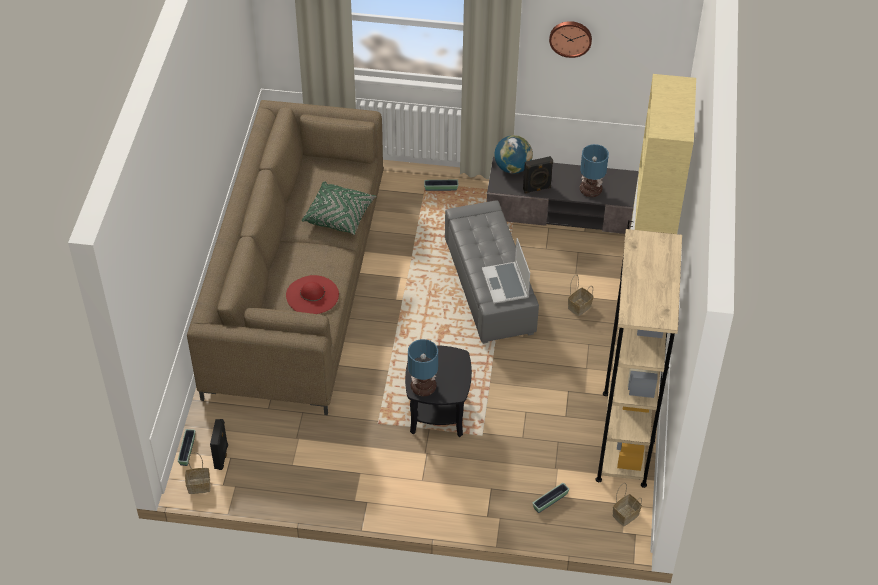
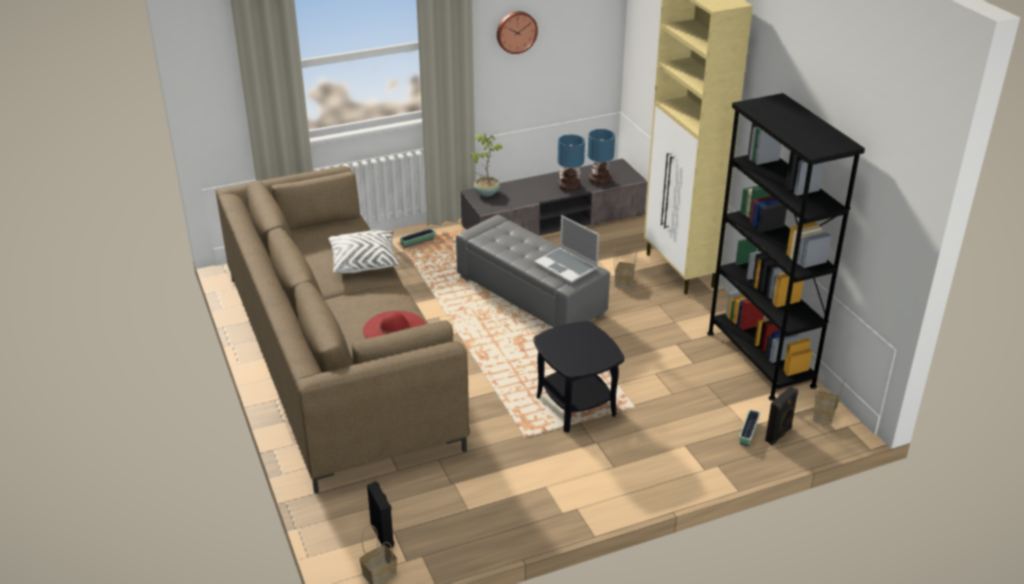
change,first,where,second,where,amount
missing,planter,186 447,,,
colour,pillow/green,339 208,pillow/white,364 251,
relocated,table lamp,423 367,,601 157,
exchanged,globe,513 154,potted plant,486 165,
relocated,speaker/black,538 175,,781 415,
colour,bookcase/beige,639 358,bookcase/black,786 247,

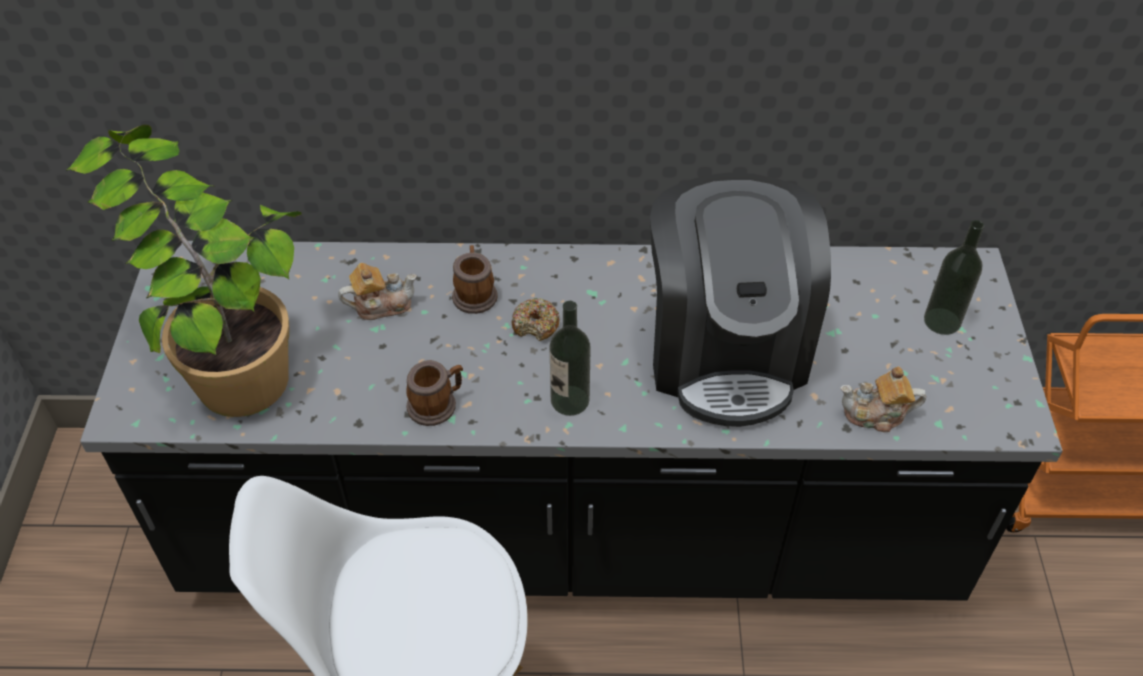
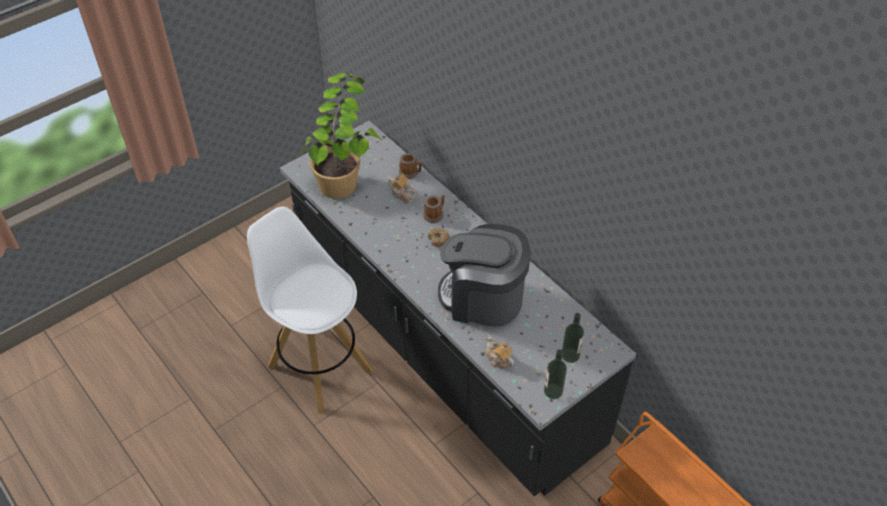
change,first,where,second,where,amount
relocated,mug,434 393,,410 166,
relocated,bottle,570 358,,555 374,
spun,coffee machine,740 300,,484 275,60 degrees clockwise

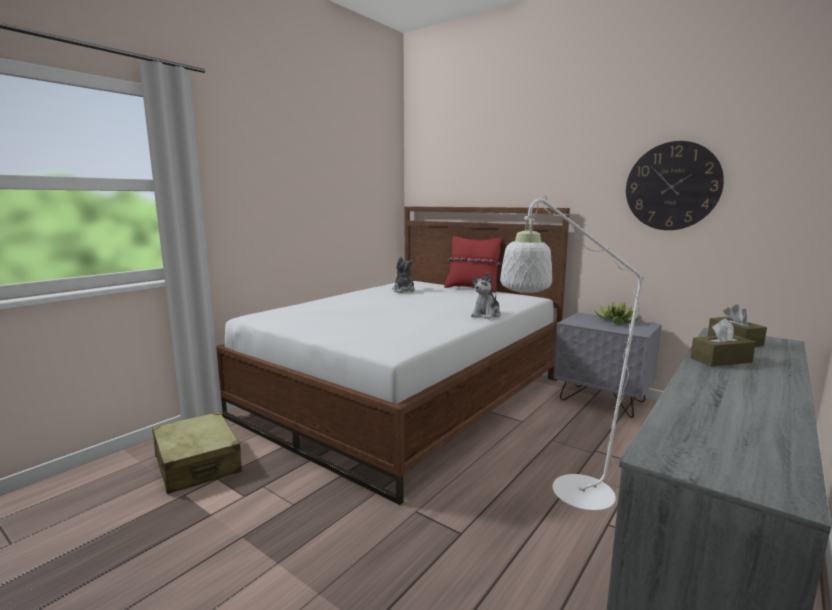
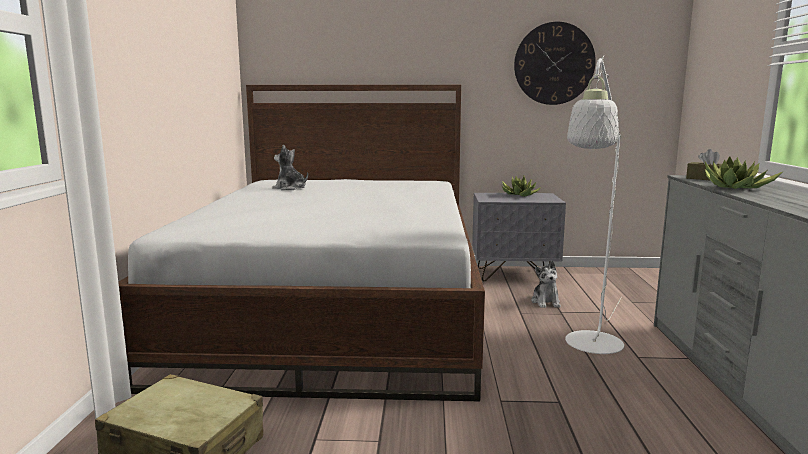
change,first,where,second,where,amount
missing,pillow/red,473 264,,,
relocated,plush toy,486 295,,546 284,
exchanged,tissue box/brown,723 342,potted plant,744 172,

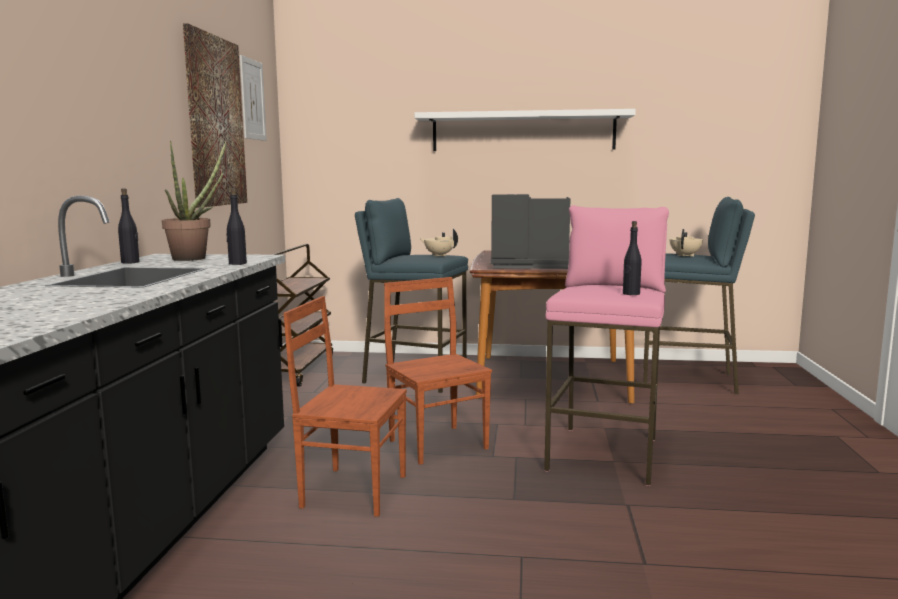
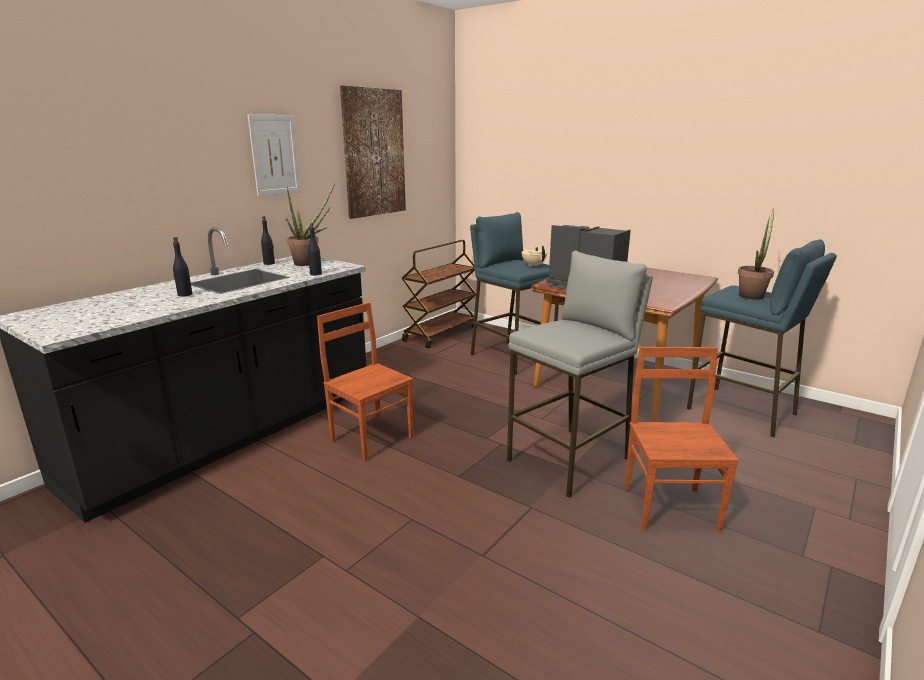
change,first,where,second,where,amount
relocated,picture,253 98,,274 155,
relocated,chair/brown,438 371,,681 439,
missing,shelf/white,525 130,,,
colour,stool/pink,606 345,stool/grey,580 374,
relocated,bottle/black,632 258,,183 267,
exchanged,teapot/beige,686 243,potted plant,756 254,

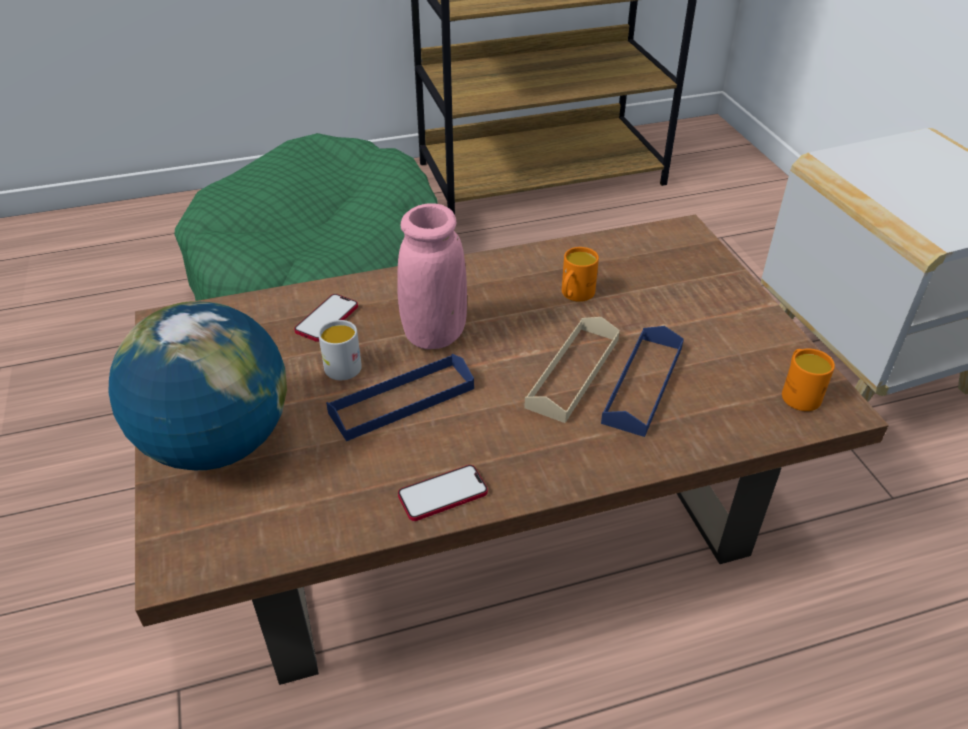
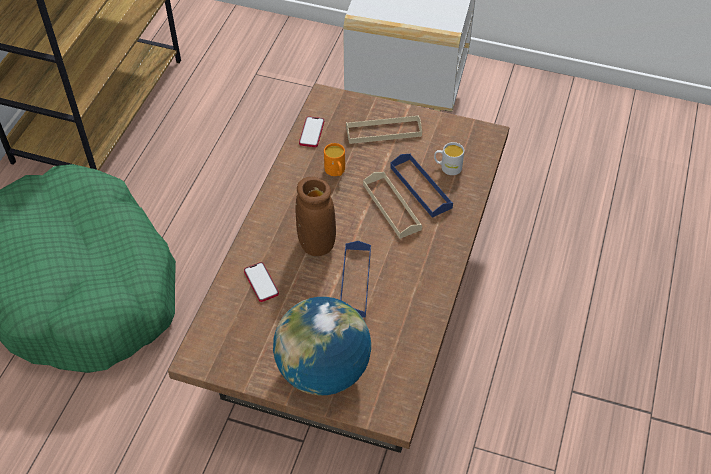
change,first,where,second,where,amount
relocated,mug/white,340 350,,449 158,
colour,vase/pink,432 276,vase/brown,315 216,
relocated,phone,443 493,,311 131,
missing,mug/orange,808 380,,,
appeared,,,tray/beige,384 129,

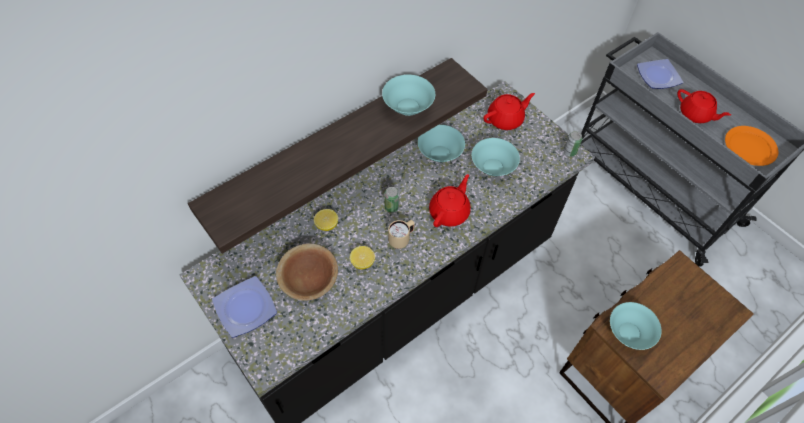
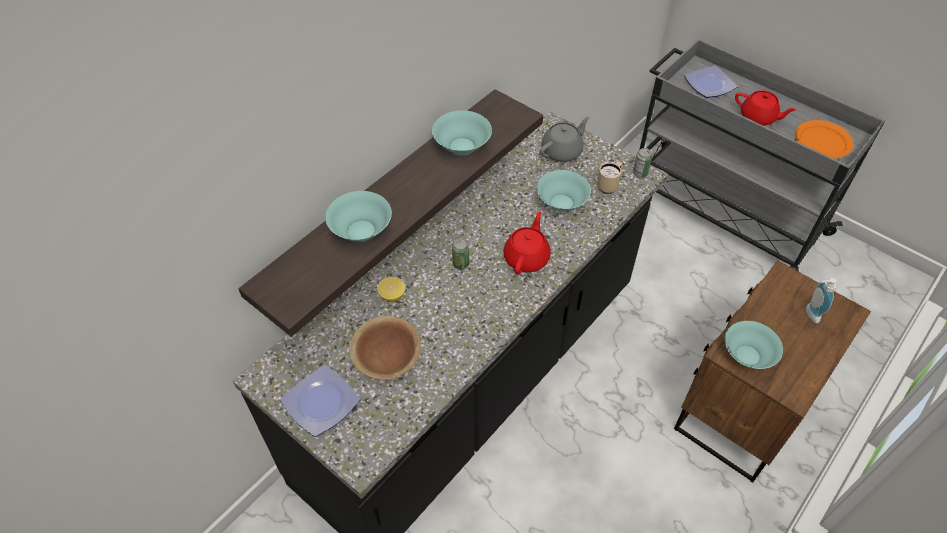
change,first,where,second,where,amount
missing,lemon,362 257,,,
relocated,mug/beige,401 234,,609 177,
relocated,bowl/turquoise,441 143,,358 216,
colour,teapot/red,509 111,teapot/grey,565 139,
appeared,,,soap dispenser,821 300,

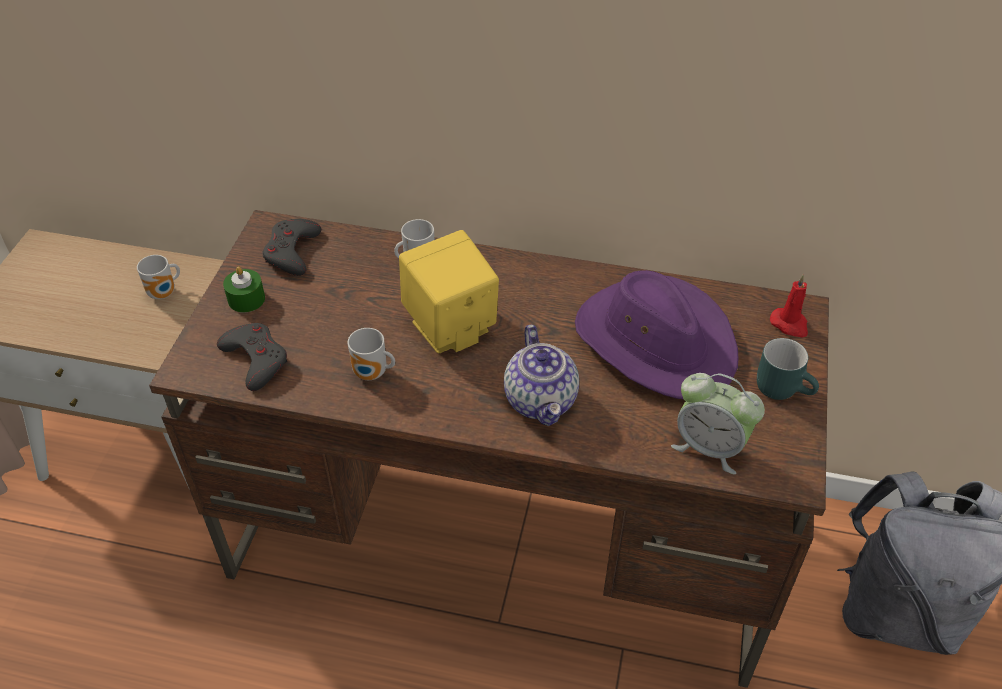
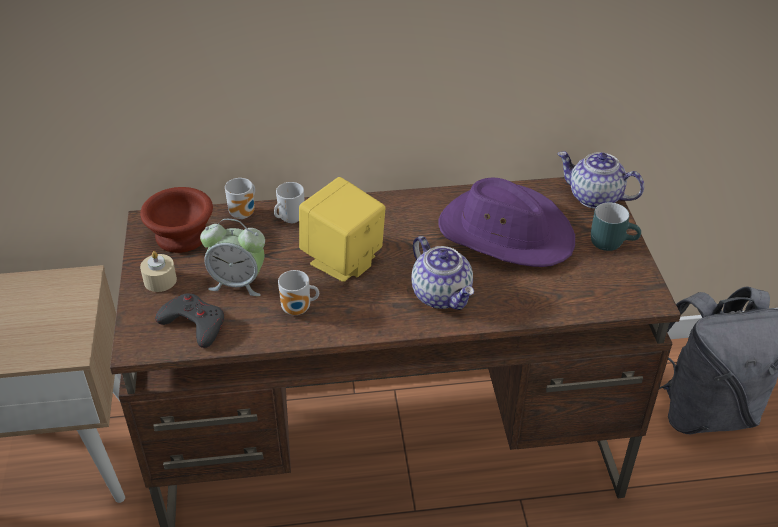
change,first,where,second,where,amount
relocated,mug,158 277,,240 198,
colour,candle/green,244 290,candle/beige,158 271,
exchanged,game controller/grey,291 247,bowl/brown,176 220,
relocated,alarm clock,718 423,,232 257,
exchanged,candle/red,789 305,teapot,600 180,

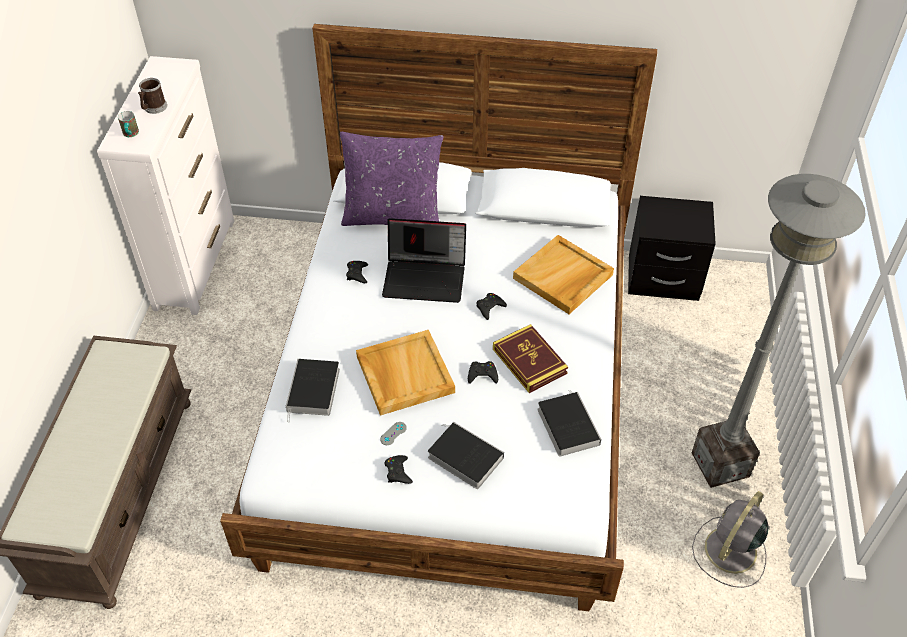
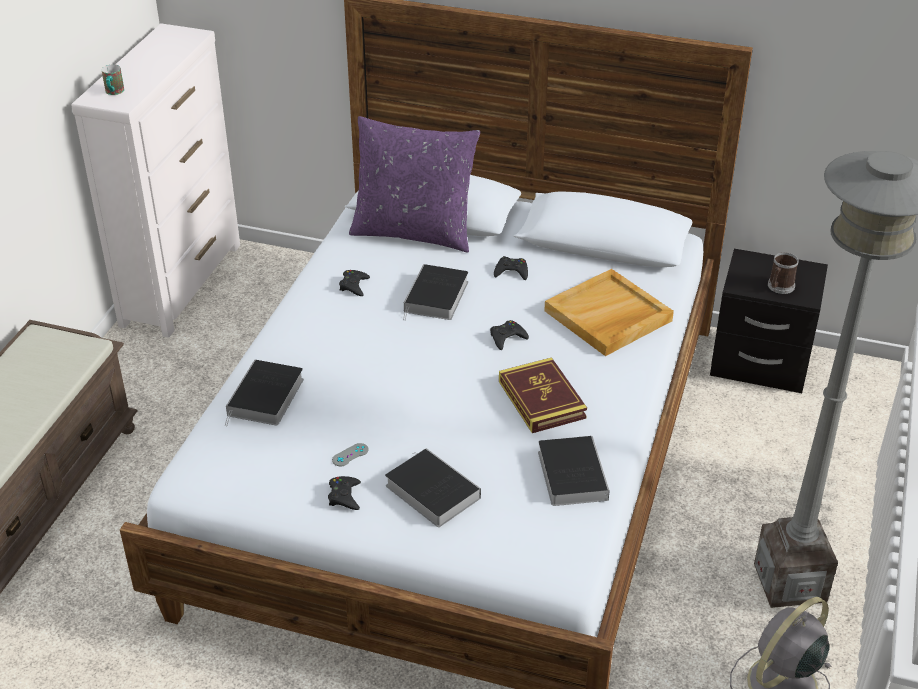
change,first,where,second,where,amount
relocated,mug,152 96,,783 273,
missing,tray/beige,405 373,,,
exchanged,laptop,424 260,book,435 292,
relocated,game controller/black,483 372,,511 268,

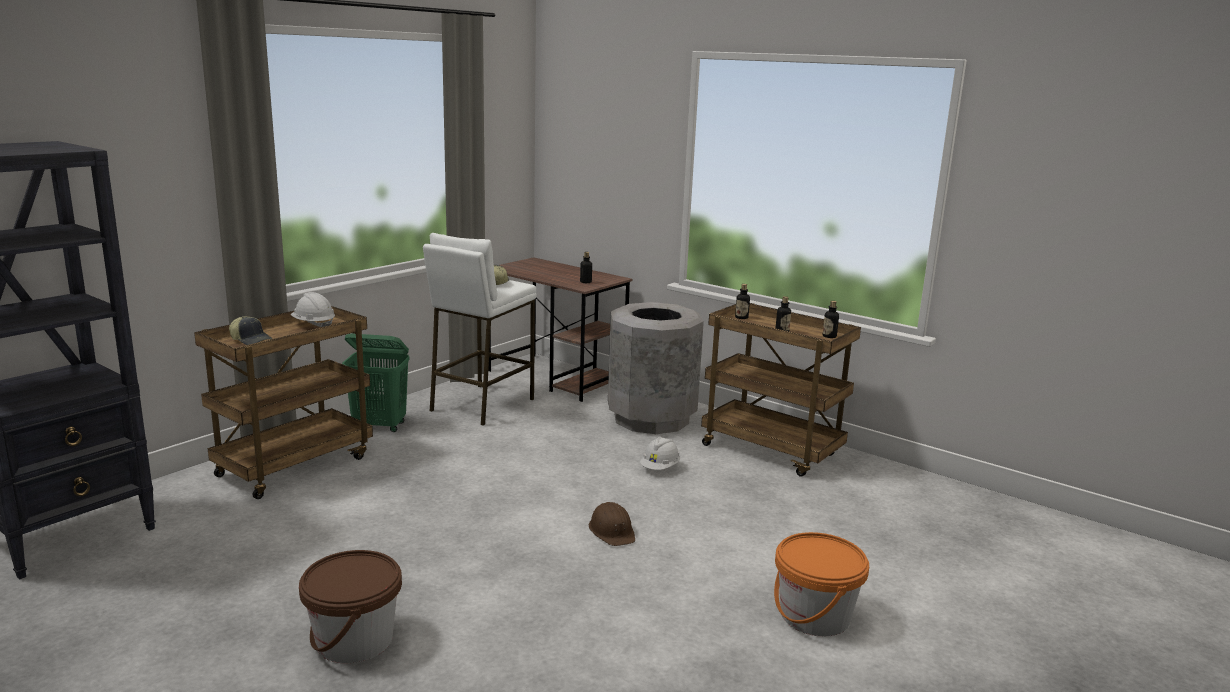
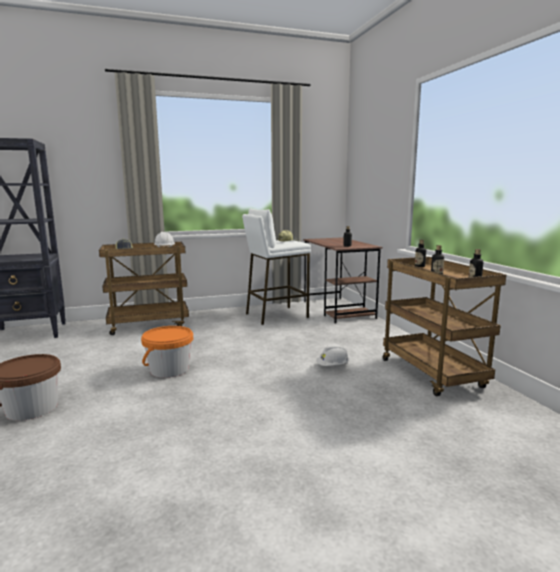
change,first,where,second,where,amount
missing,laundry basket/green,376 382,,,
missing,hard hat/brown,612 524,,,
missing,trash can/grey,656 368,,,
relocated,bucket/orange,821 584,,167 352,

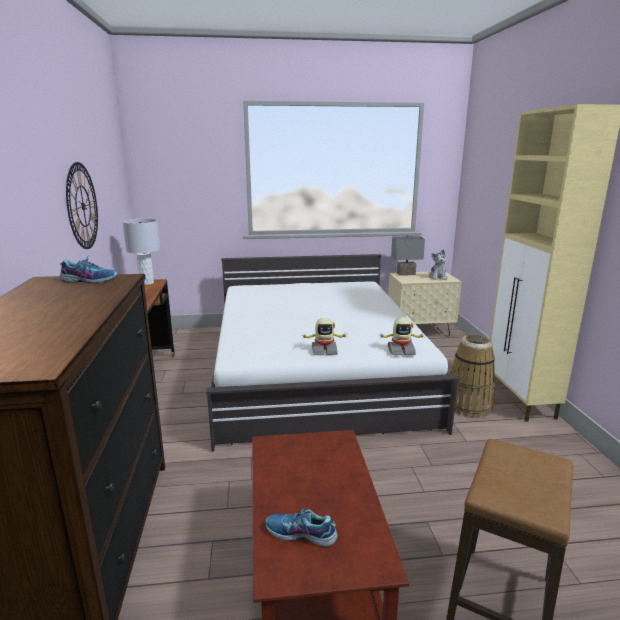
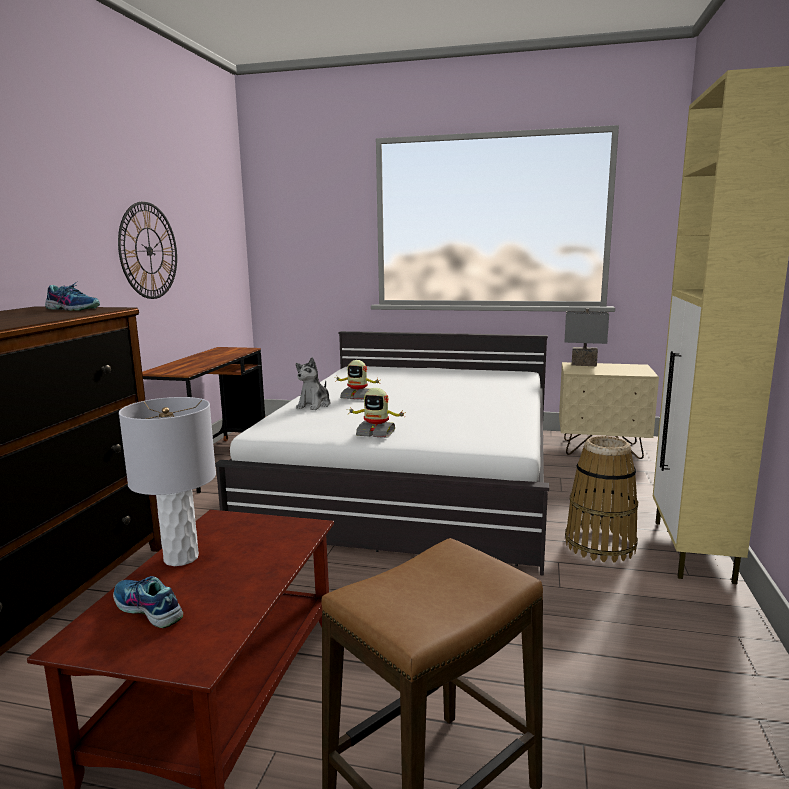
change,first,where,second,where,amount
relocated,table lamp/grey,141 251,,167 481,
relocated,toy robot,402 336,,357 380,
relocated,plush toy,438 265,,313 383,

